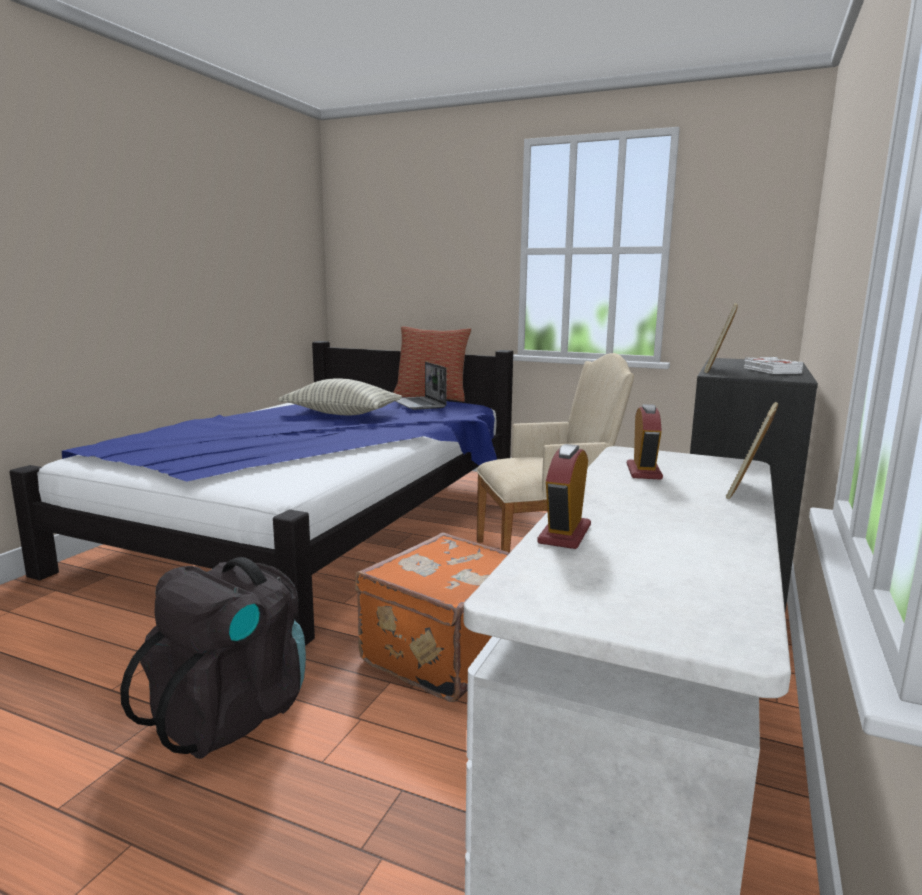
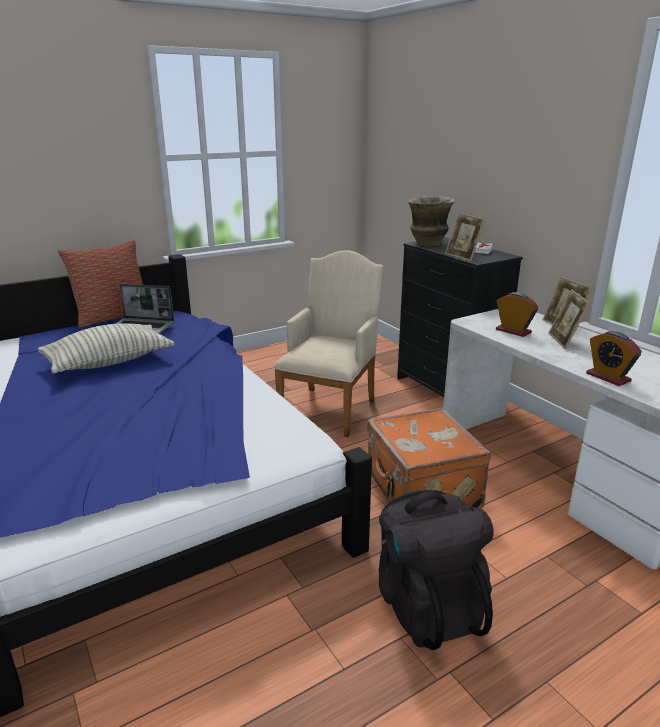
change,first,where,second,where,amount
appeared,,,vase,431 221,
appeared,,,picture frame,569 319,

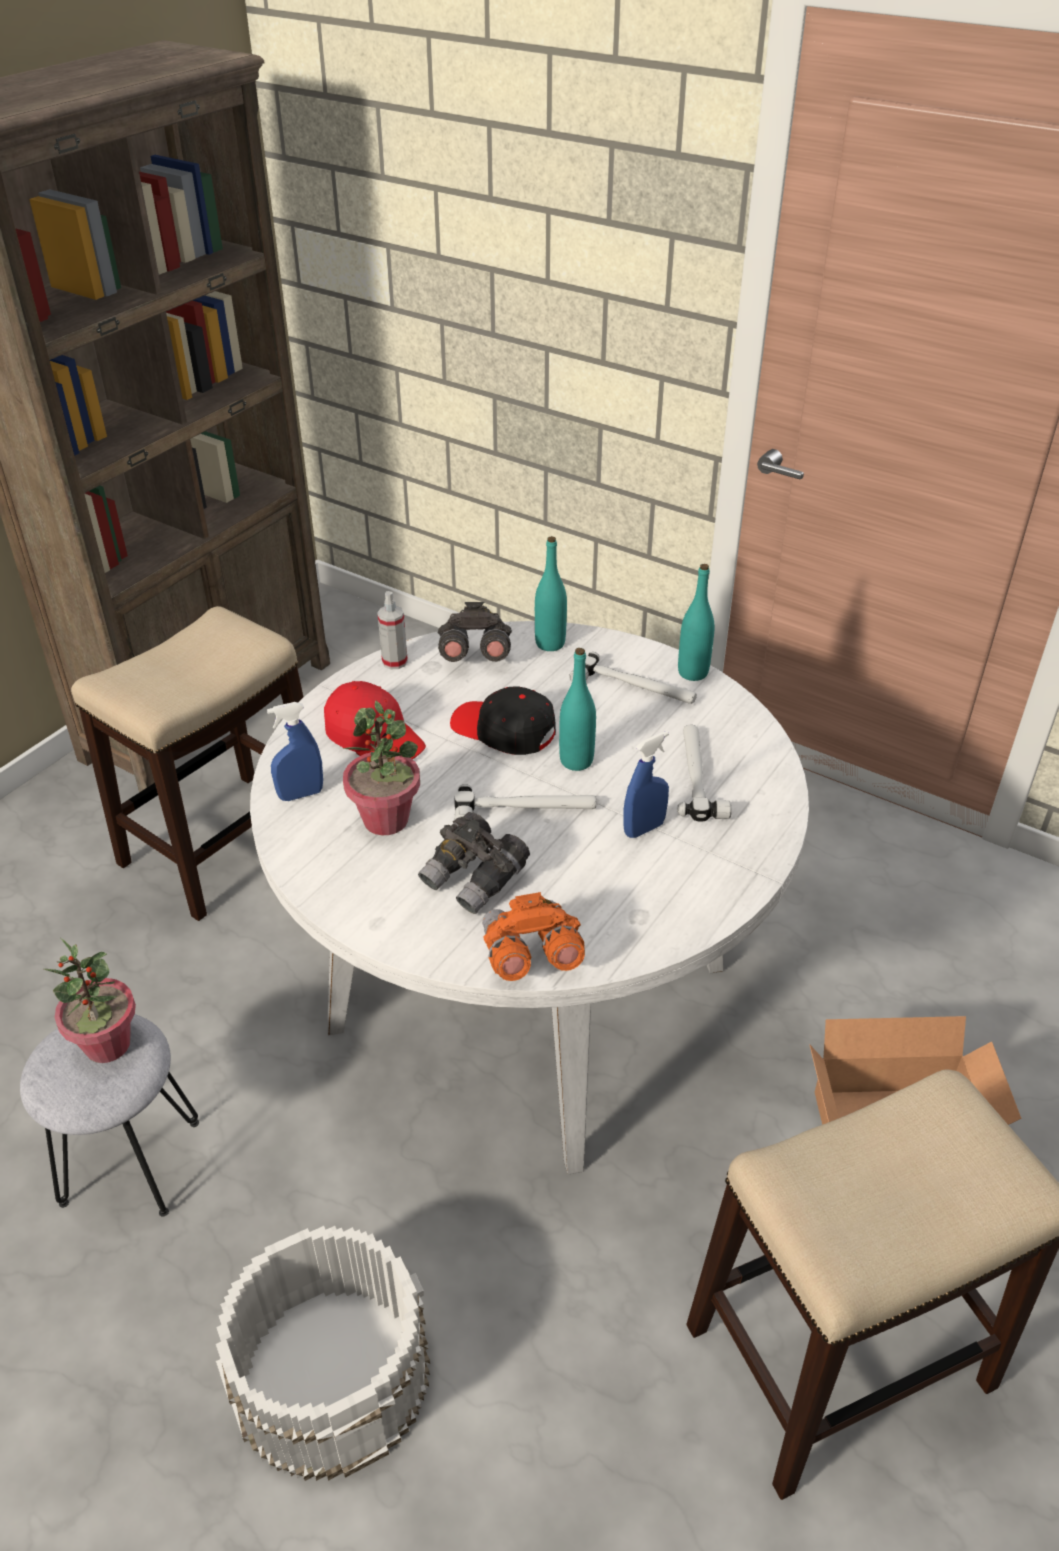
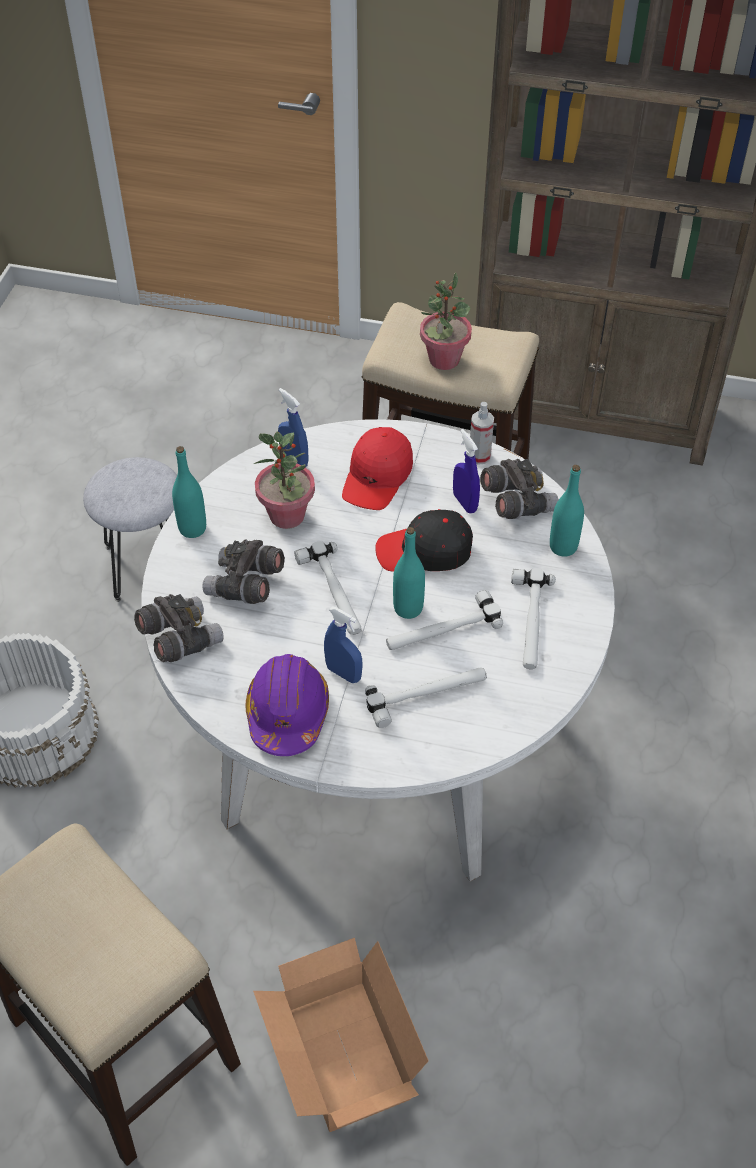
change,first,where,second,where,amount
relocated,potted plant,90 1000,,446 321,
spun,cap/black,503 720,,424 540,105 degrees counterclockwise
colour,binoculars/orange,533 936,binoculars/grey,179 628,
relocated,bottle/turquoise,696 622,,189 492,
appeared,,,hard hat/purple,287 705,
appeared,,,hammer,444 620,
appeared,,,spray bottle/blue,466 471,

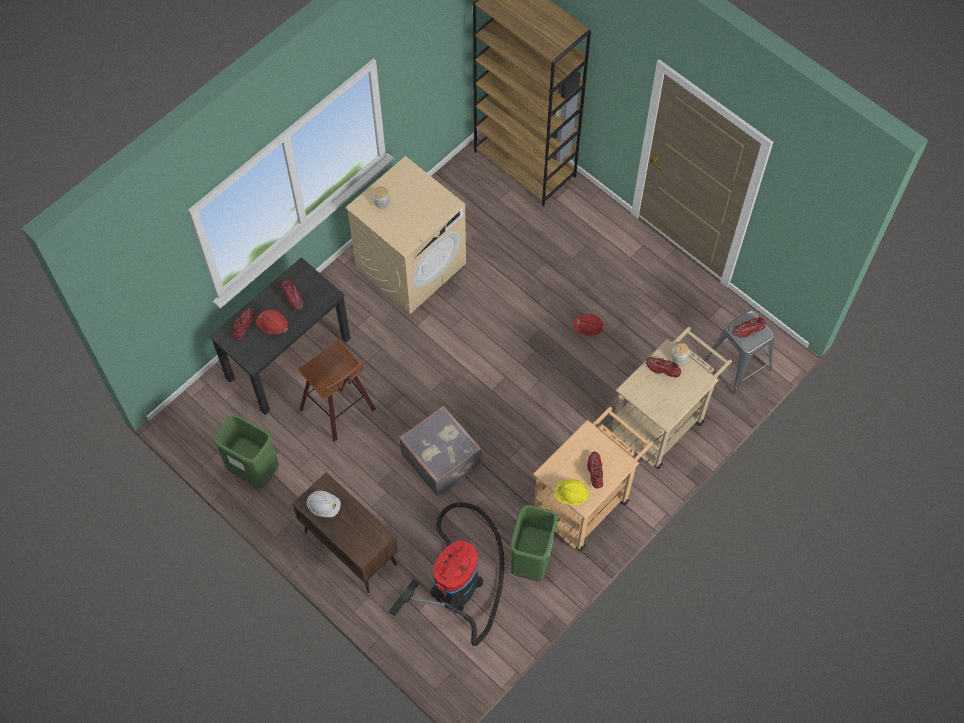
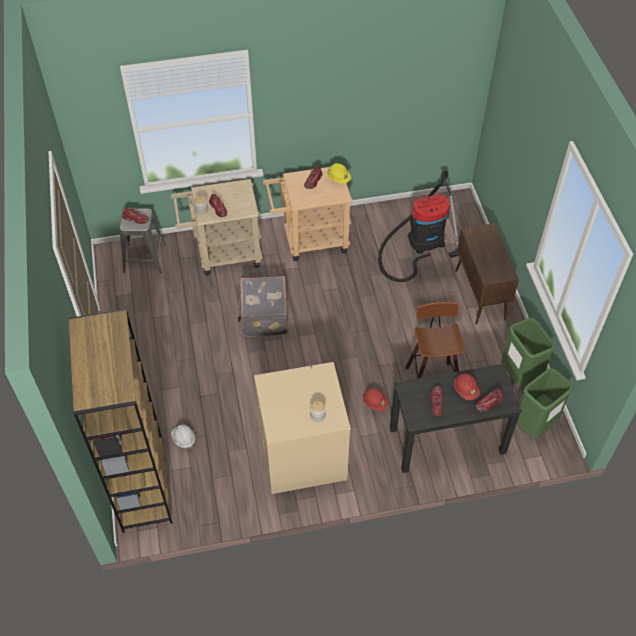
change,first,where,second,where,amount
relocated,hard hat/white,323 503,,183 436,
relocated,suitcase/grey,440 451,,263 306,
relocated,trash can/green,534 543,,545 404,
relocated,hard hat/red,588 324,,376 399,

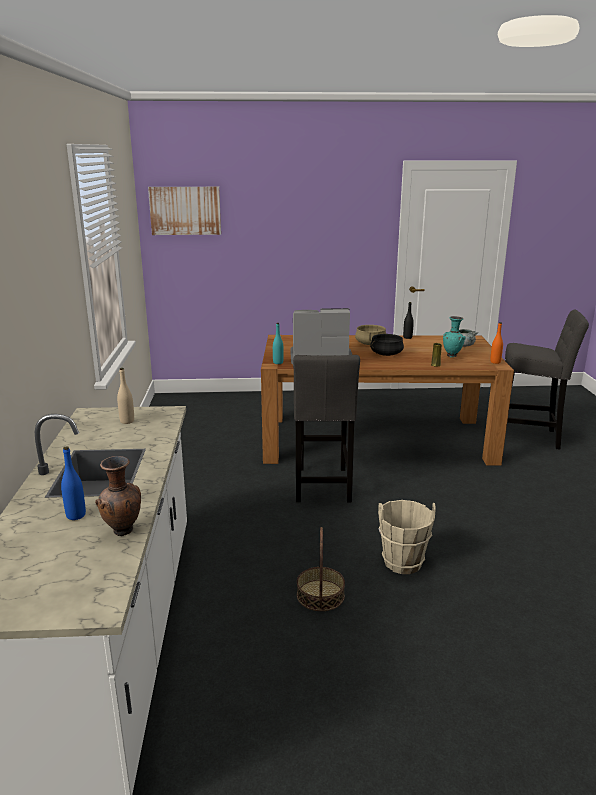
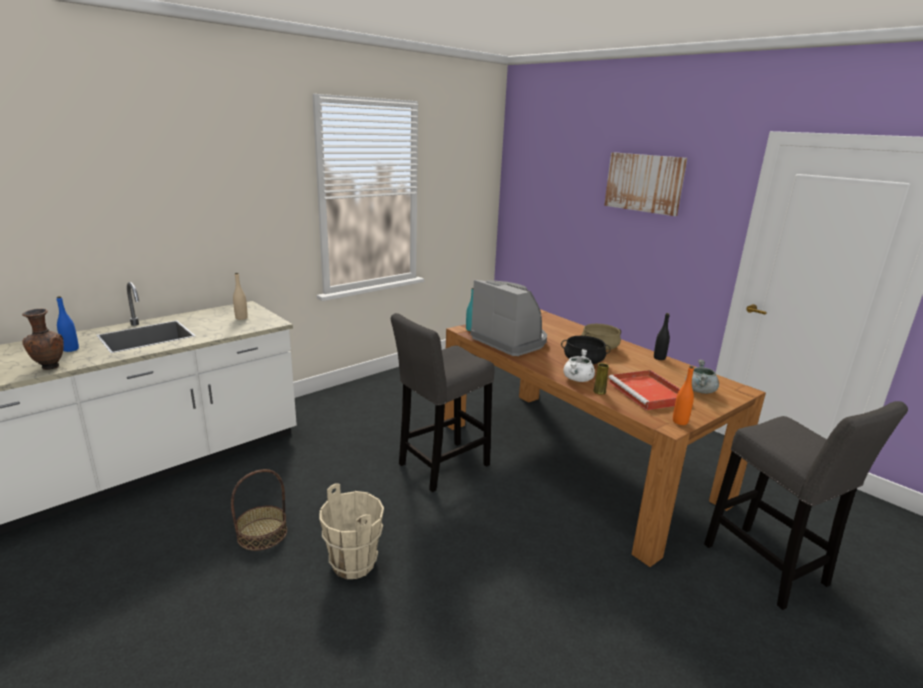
change,first,where,second,where,amount
relocated,picture,184 211,,645 184,
exchanged,vase/turquoise,454 336,tray/red,644 390,
appeared,,,cooking pot/white,579 365,

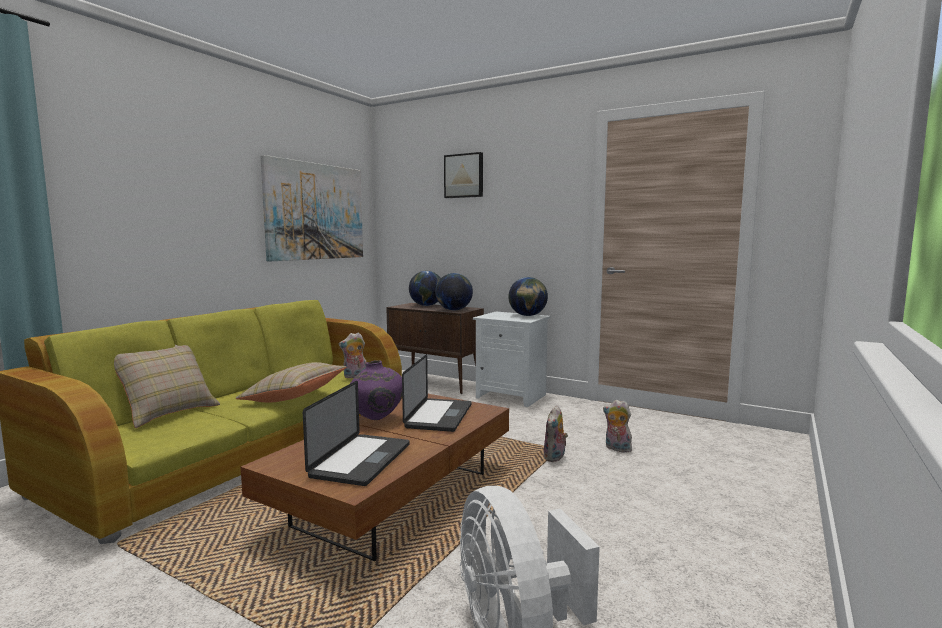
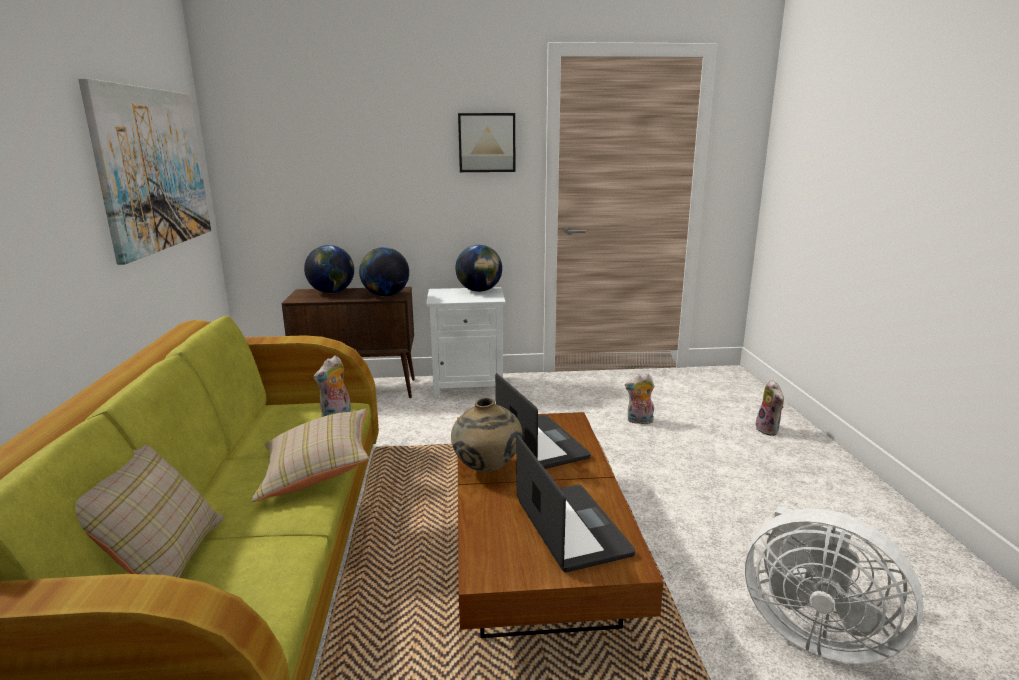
change,first,where,second,where,amount
colour,vase/purple,376 390,vase/beige,486 435,
relocated,picture,463 175,,486 142,
relocated,plush toy,556 433,,770 408,

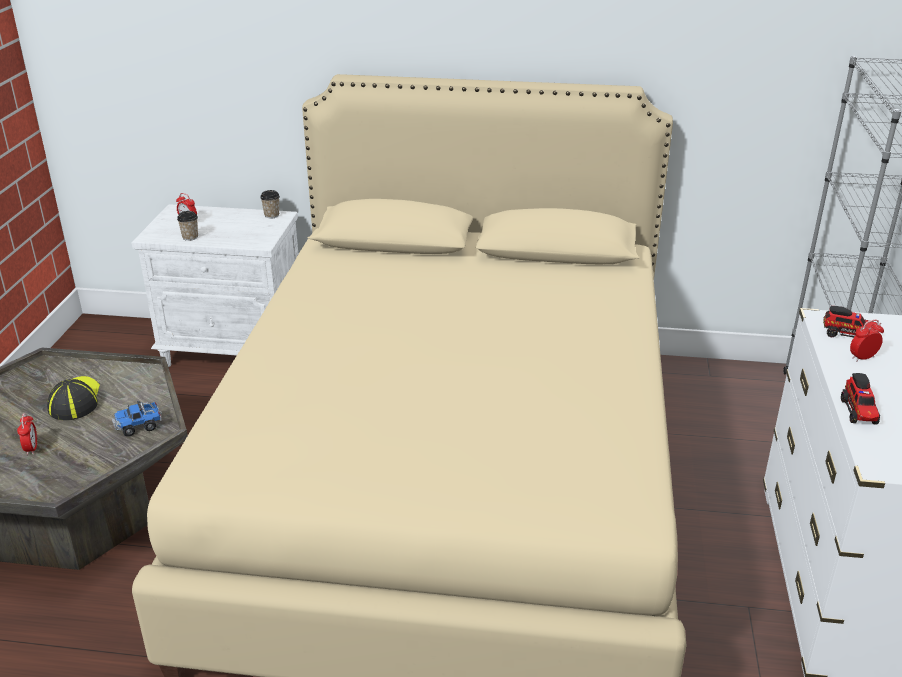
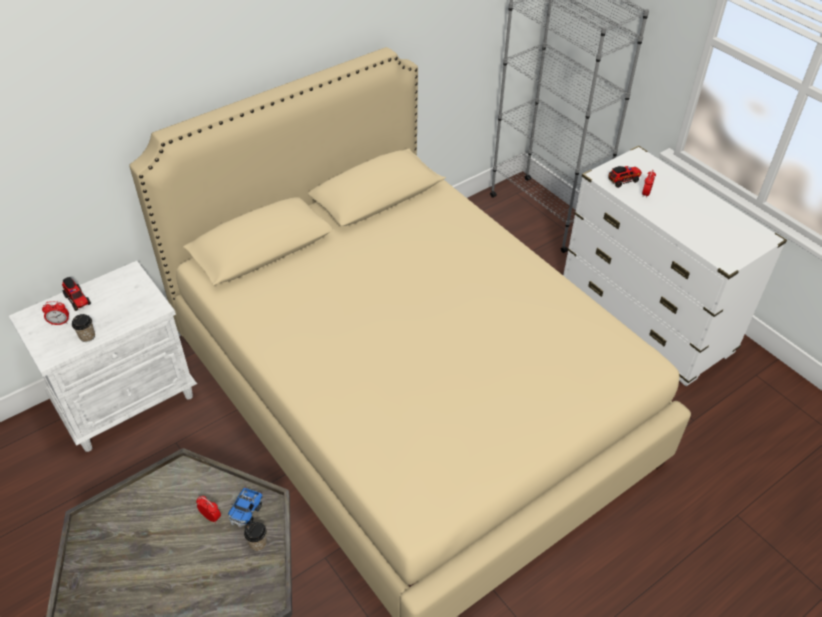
change,first,where,second,where,amount
relocated,alarm clock,27 434,,208 509,
missing,cap,73 398,,,
relocated,cup,270 204,,255 536,
relocated,toy truck,860 398,,76 294,

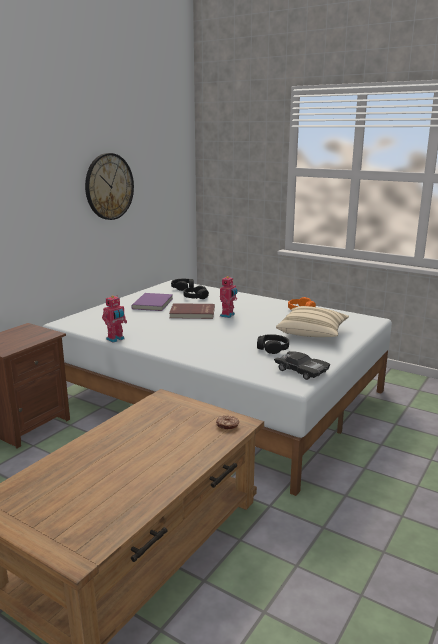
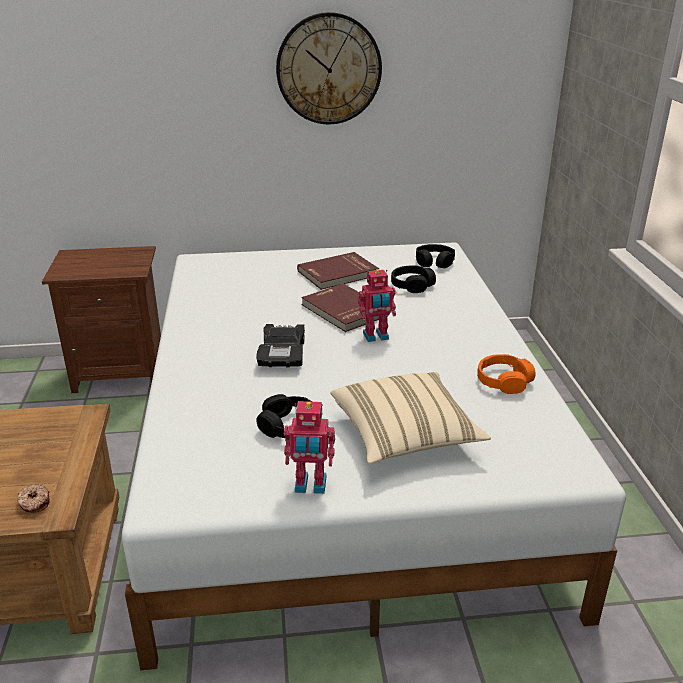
change,first,where,second,where,amount
relocated,toy robot,114 319,,309 447,
colour,book/purple,152 302,book/red,338 271,
relocated,toy car/black,302 365,,280 346,

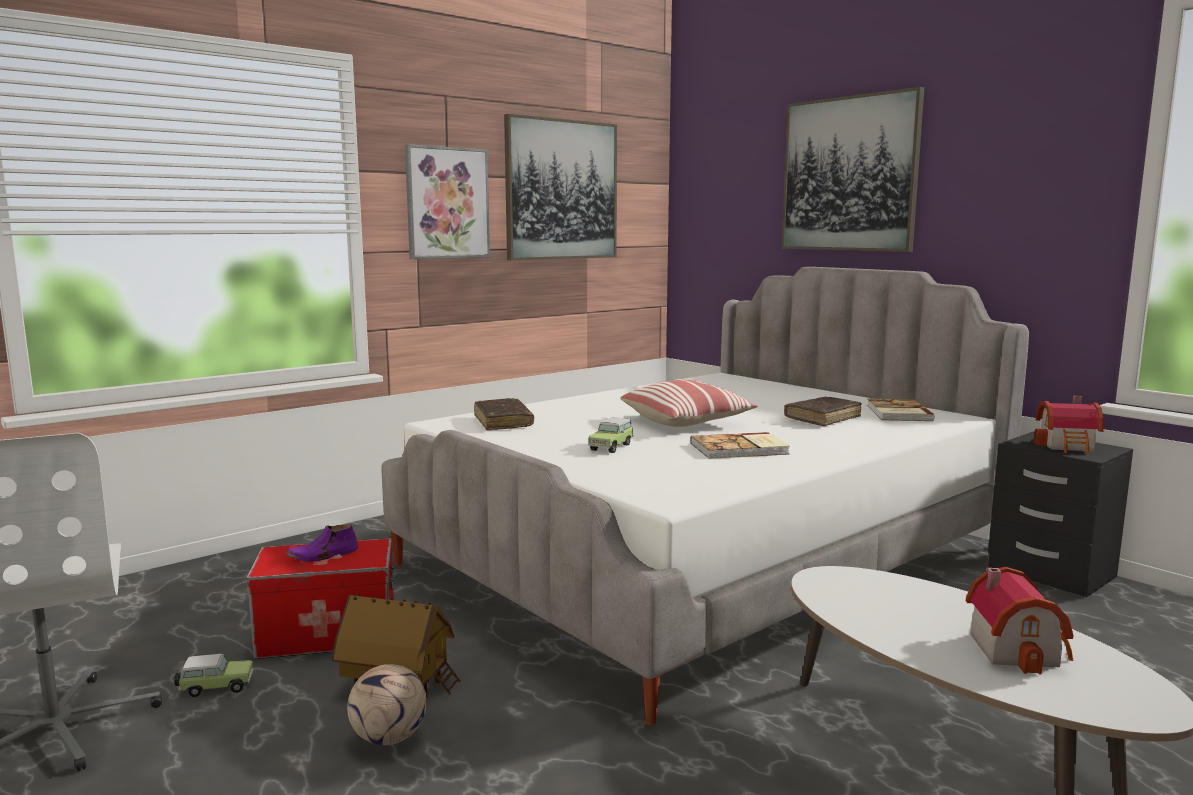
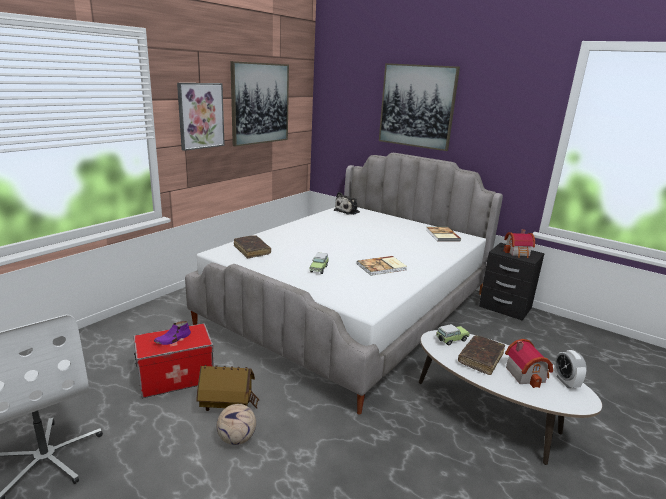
change,first,where,second,where,amount
relocated,toy car,213 675,,453 335,
missing,pillow,688 403,,,
relocated,book/brown,823 411,,481 355,
appeared,,,plush toy,347 203,
appeared,,,alarm clock,570 369,

